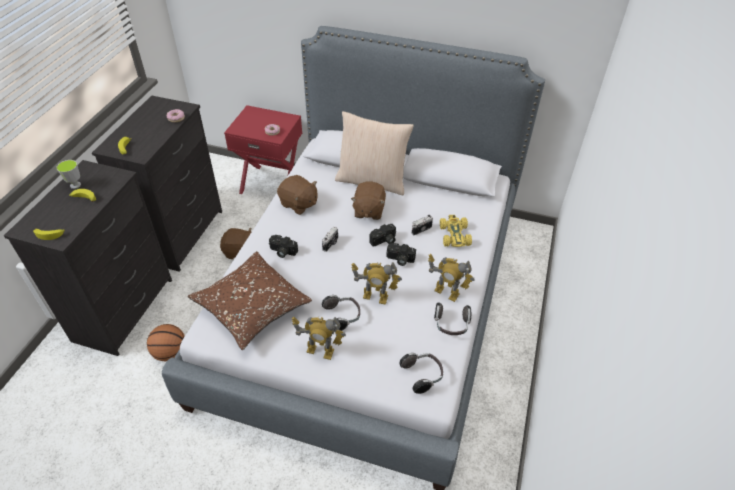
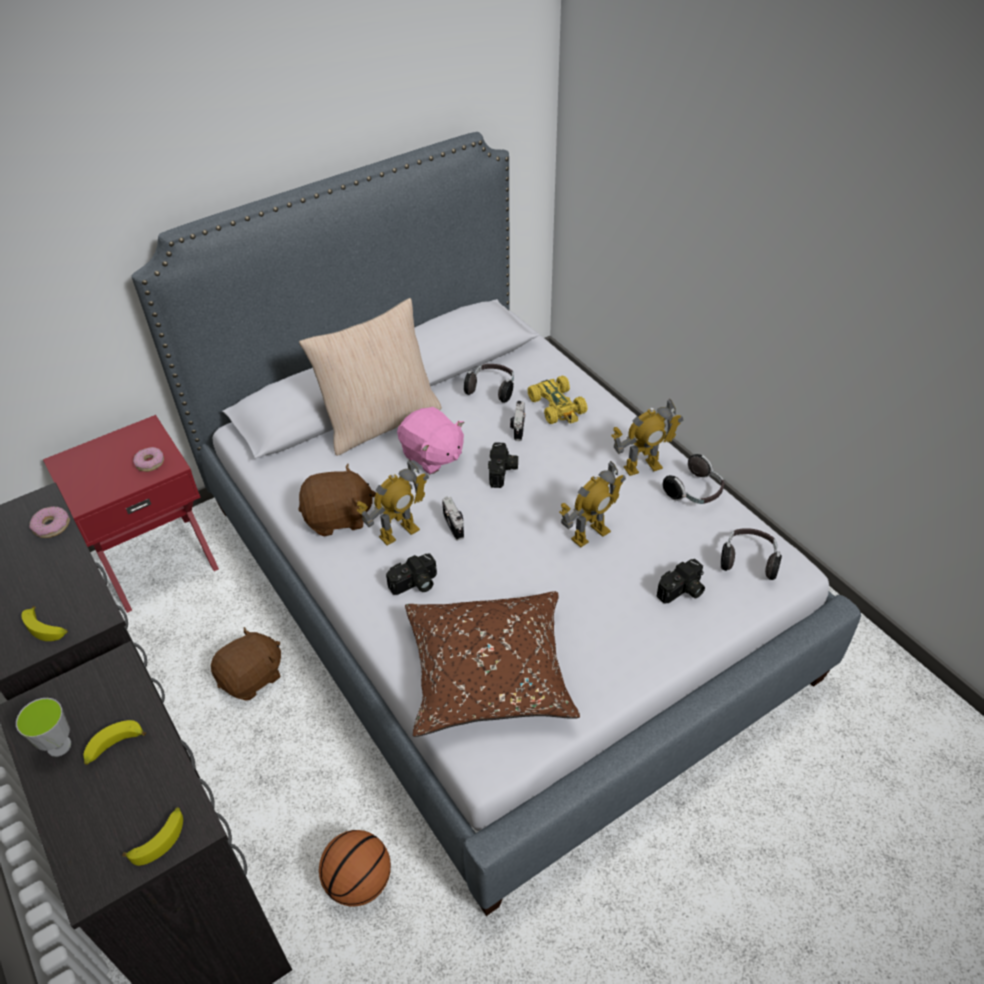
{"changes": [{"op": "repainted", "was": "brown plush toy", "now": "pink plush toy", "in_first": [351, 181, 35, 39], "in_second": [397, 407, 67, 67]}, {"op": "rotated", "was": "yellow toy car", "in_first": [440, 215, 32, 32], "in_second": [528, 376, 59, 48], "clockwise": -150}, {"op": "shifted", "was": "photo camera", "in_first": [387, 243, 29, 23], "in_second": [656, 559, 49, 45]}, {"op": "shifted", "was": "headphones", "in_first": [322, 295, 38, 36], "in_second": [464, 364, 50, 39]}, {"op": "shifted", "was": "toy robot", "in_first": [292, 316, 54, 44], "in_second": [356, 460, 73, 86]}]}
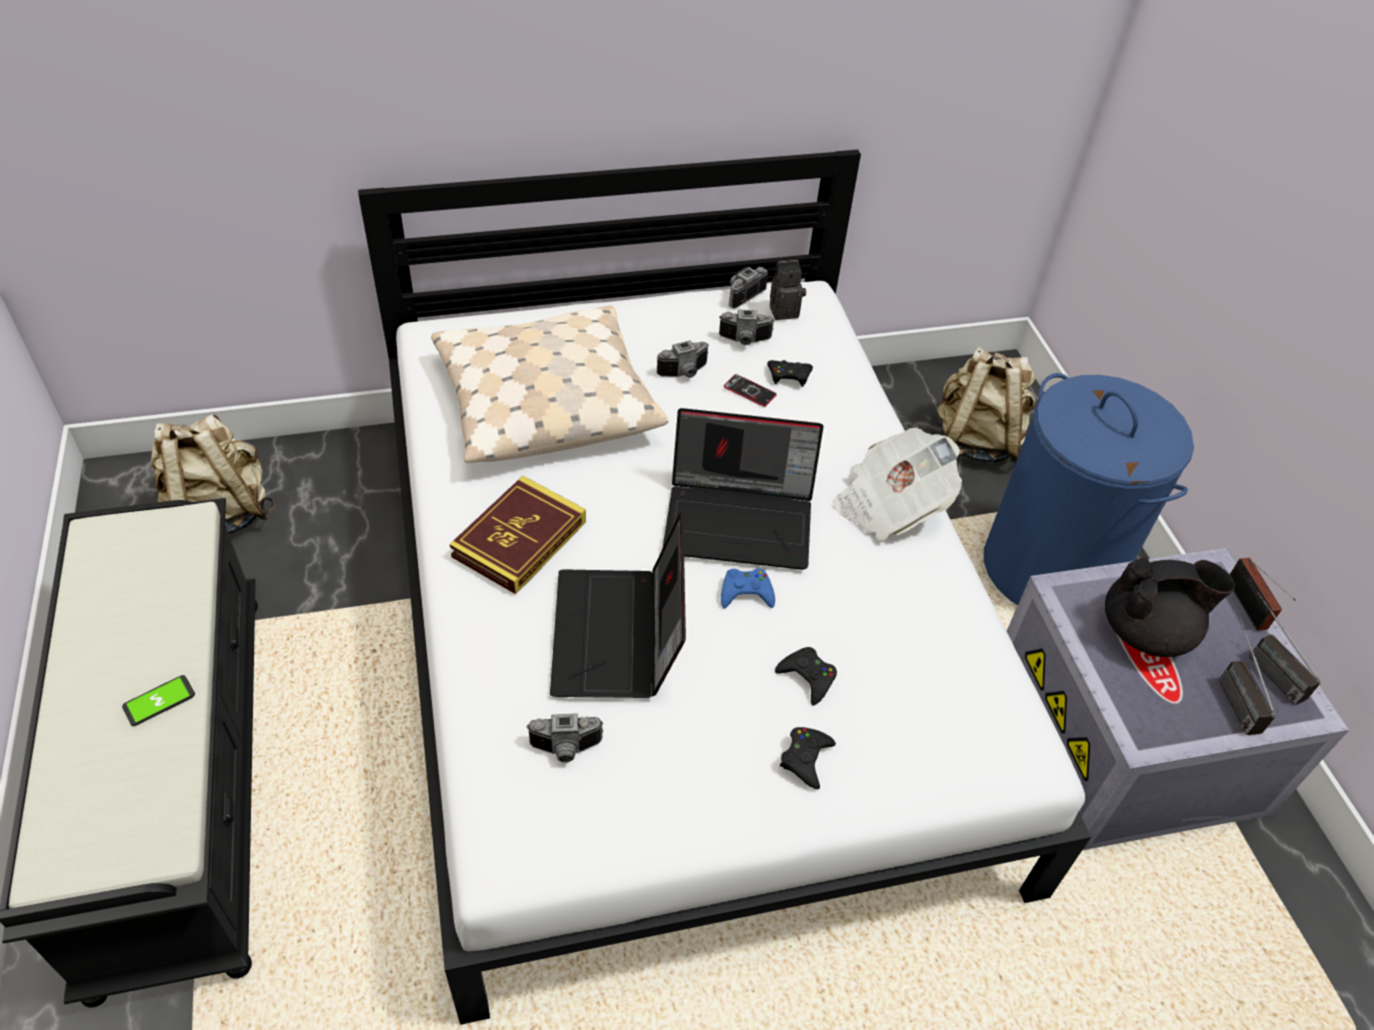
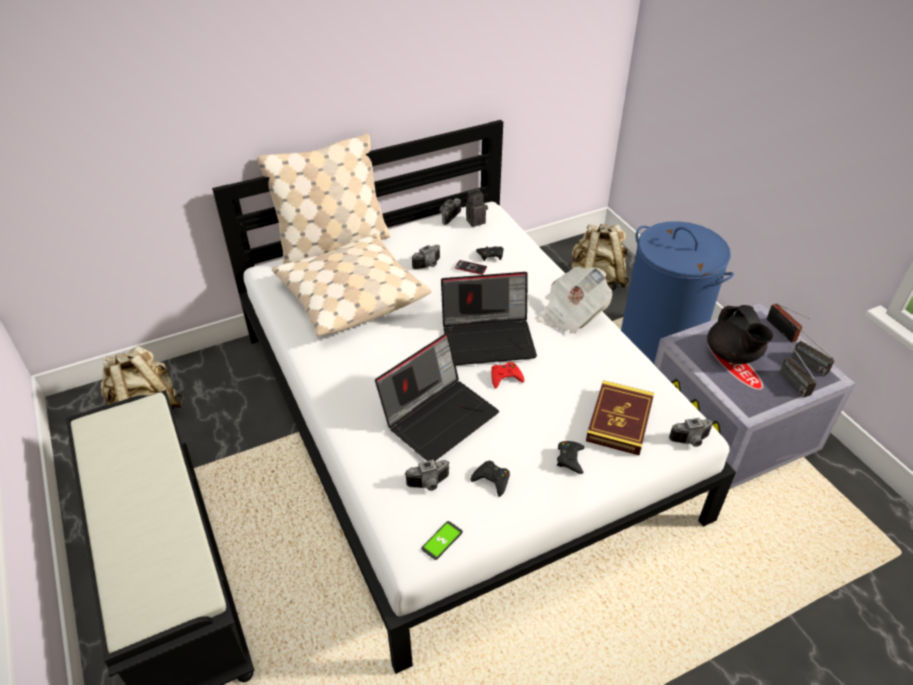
{"changes": [{"op": "shifted", "was": "photo camera", "in_first": [719, 309, 56, 36], "in_second": [669, 418, 44, 29]}, {"op": "shifted", "was": "book", "in_first": [449, 476, 137, 118], "in_second": [586, 380, 68, 75]}, {"op": "rotated", "was": "laptop", "in_first": [550, 512, 136, 186], "in_second": [375, 333, 124, 129], "clockwise": -120}, {"op": "rotated", "was": "black teapot", "in_first": [1105, 557, 130, 100], "in_second": [707, 305, 66, 59], "clockwise": 90}, {"op": "repainted", "was": "blue game controller", "now": "red game controller", "in_first": [721, 569, 54, 40], "in_second": [491, 362, 33, 27]}, {"op": "shifted", "was": "black game controller", "in_first": [775, 647, 62, 59], "in_second": [471, 461, 39, 36]}, {"op": "shifted", "was": "phone", "in_first": [122, 675, 73, 51], "in_second": [421, 521, 42, 39]}, {"op": "new", "now": "beige pillow", "in_second": [257, 133, 133, 131]}]}
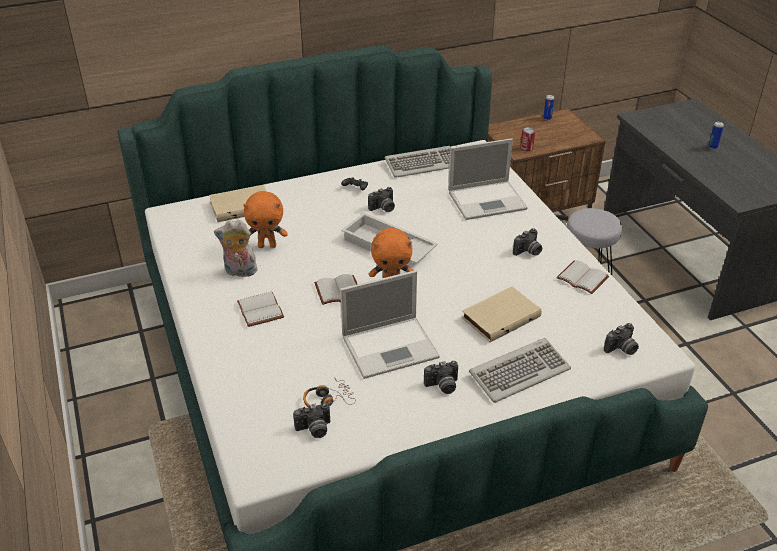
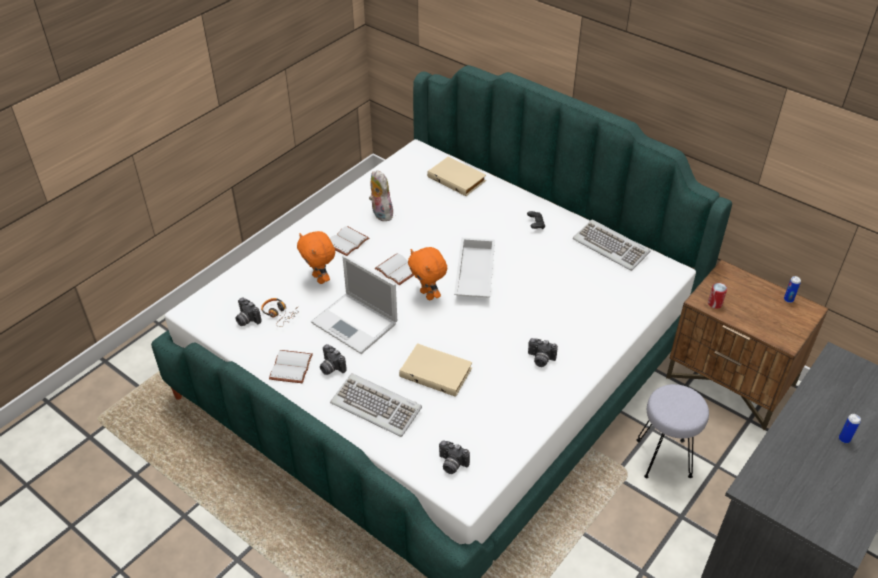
{"changes": [{"op": "gone", "was": "laptop", "in_first": [448, 138, 80, 82]}, {"op": "gone", "was": "photo camera", "in_first": [368, 187, 27, 25]}, {"op": "shifted", "was": "orange plush toy", "in_first": [243, 191, 45, 57], "in_second": [297, 231, 38, 53]}, {"op": "shifted", "was": "white book", "in_first": [556, 260, 53, 34], "in_second": [269, 350, 44, 33]}]}
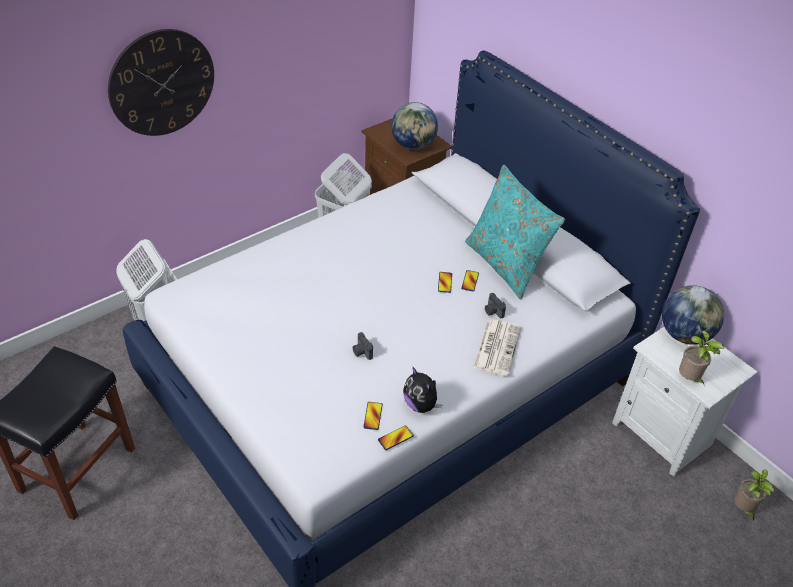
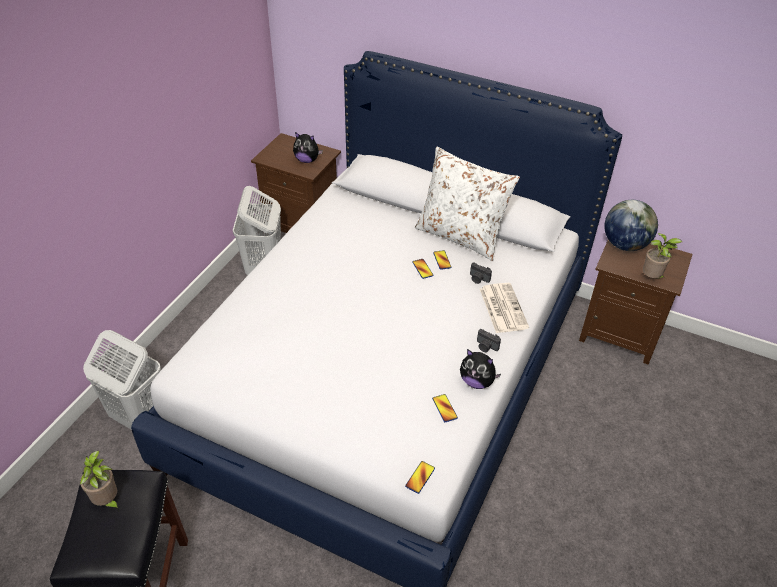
{"changes": [{"op": "gone", "was": "wall clock", "in_first": [108, 29, 106, 107]}, {"op": "swapped", "was": "globe", "now": "plush toy", "in_first": [391, 102, 47, 48], "in_second": [293, 132, 30, 31]}, {"op": "repainted", "was": "turquoise pillow", "now": "white pillow", "in_first": [465, 165, 100, 135], "in_second": [415, 147, 105, 114]}, {"op": "repainted", "was": "white nightstand", "now": "brown nightstand", "in_first": [612, 327, 146, 150], "in_second": [579, 240, 114, 125]}, {"op": "shifted", "was": "photo camera", "in_first": [353, 332, 20, 28], "in_second": [477, 329, 24, 23]}, {"op": "shifted", "was": "phone", "in_first": [378, 425, 36, 25], "in_second": [405, 461, 30, 33]}, {"op": "shifted", "was": "potted plant", "in_first": [734, 470, 40, 51], "in_second": [80, 451, 39, 60]}]}
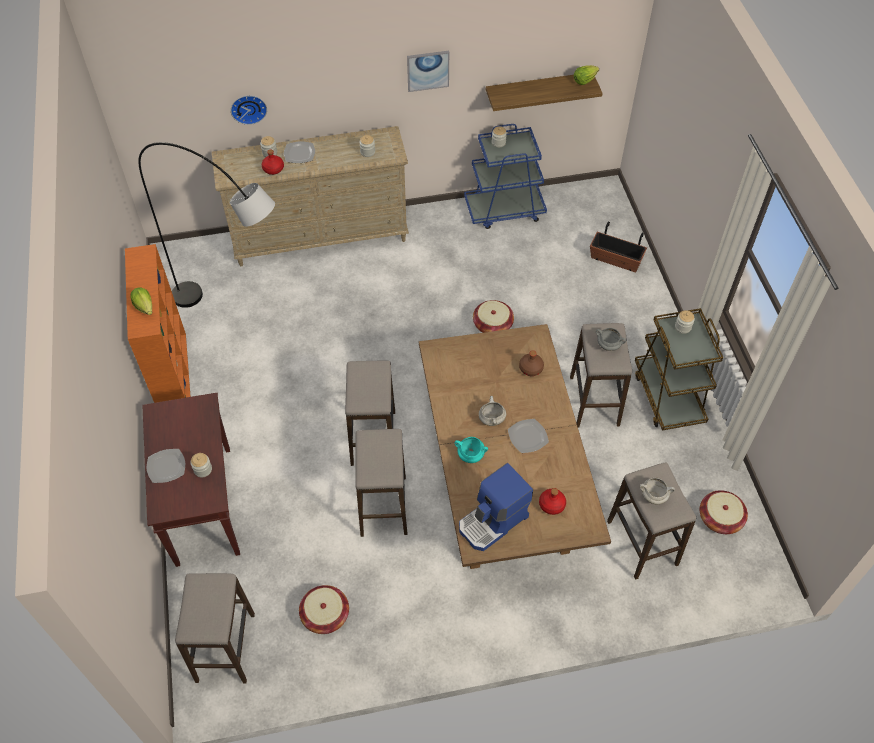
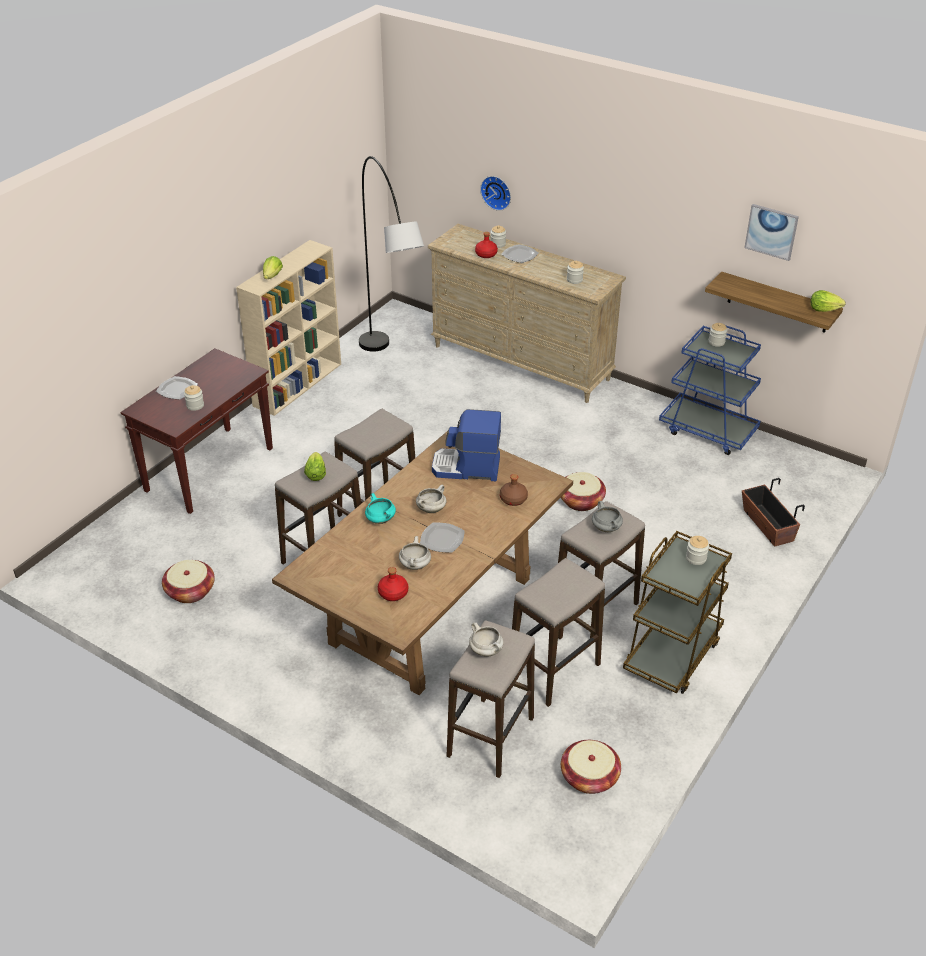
{"changes": [{"op": "shifted", "was": "picture", "in_first": [407, 51, 42, 41], "in_second": [744, 204, 55, 57]}, {"op": "repainted", "was": "orange bookcase", "now": "beige bookcase", "in_first": [125, 244, 65, 159], "in_second": [236, 240, 105, 176]}, {"op": "shifted", "was": "coffee machine", "in_first": [459, 463, 74, 88], "in_second": [432, 409, 69, 72]}, {"op": "shifted", "was": "stool", "in_first": [175, 573, 80, 110], "in_second": [512, 558, 93, 149]}, {"op": "new", "now": "lettuce", "in_second": [304, 452, 22, 29]}, {"op": "new", "now": "white cooking pot", "in_second": [399, 536, 32, 34]}]}
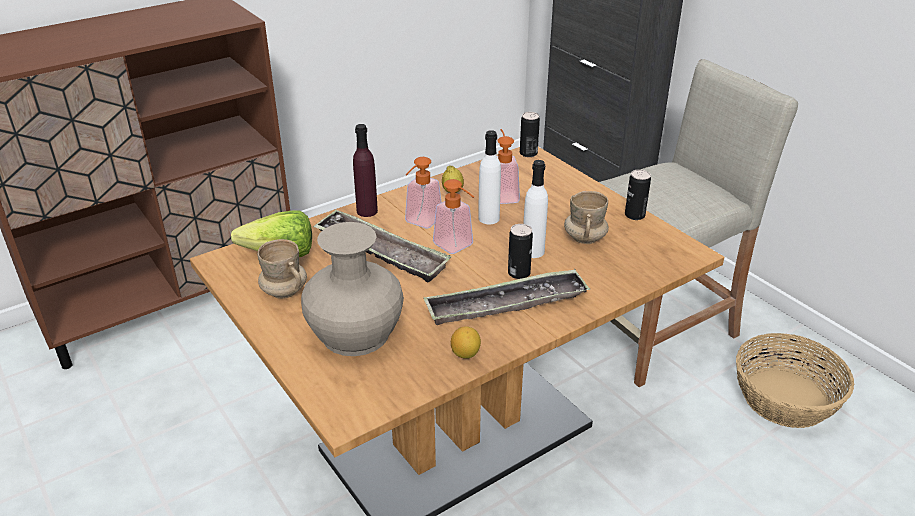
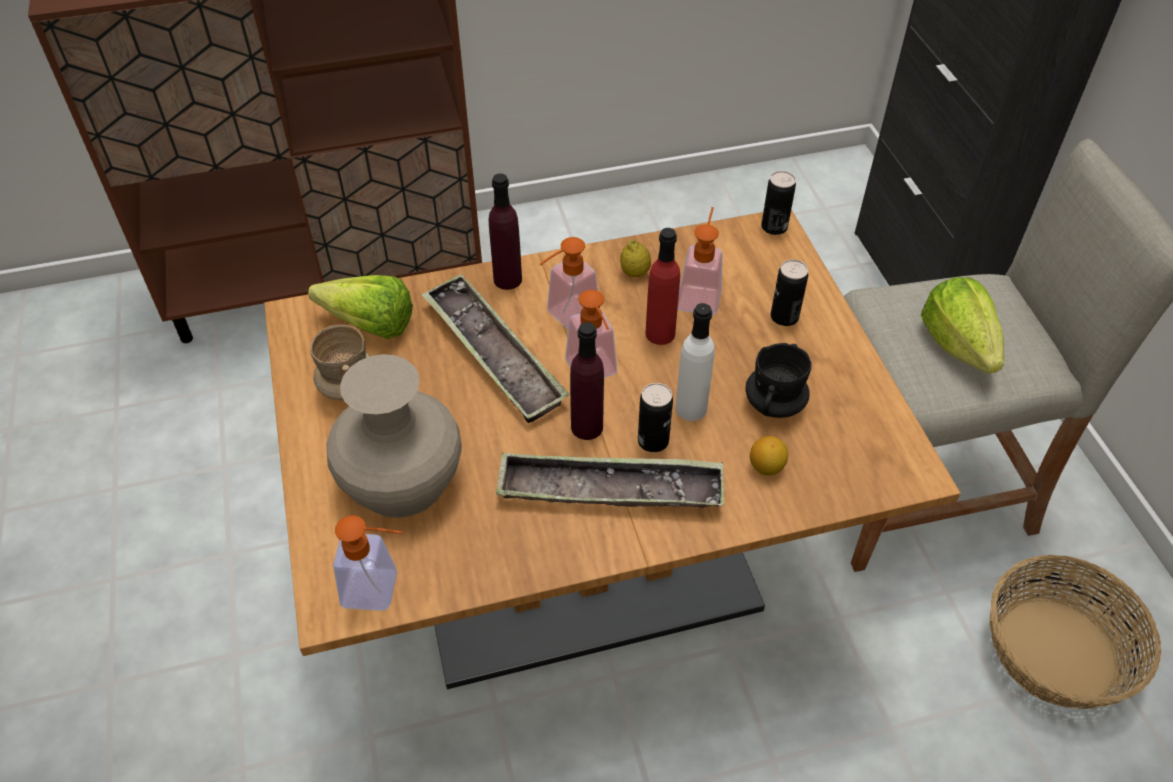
{"changes": [{"op": "repainted", "was": "white bottle", "now": "red bottle", "in_first": [478, 130, 23, 94], "in_second": [645, 228, 35, 117]}, {"op": "shifted", "was": "can", "in_first": [625, 169, 26, 51], "in_second": [770, 260, 38, 66]}, {"op": "repainted", "was": "beige mug", "now": "black mug", "in_first": [564, 191, 45, 53], "in_second": [745, 343, 67, 75]}, {"op": "shifted", "was": "lemon", "in_first": [451, 326, 30, 33], "in_second": [750, 436, 38, 40]}, {"op": "new", "now": "lettuce", "in_second": [921, 277, 83, 96]}, {"op": "new", "now": "purple bottle", "in_second": [570, 322, 34, 118]}, {"op": "new", "now": "soap dispenser", "in_second": [333, 515, 70, 96]}]}
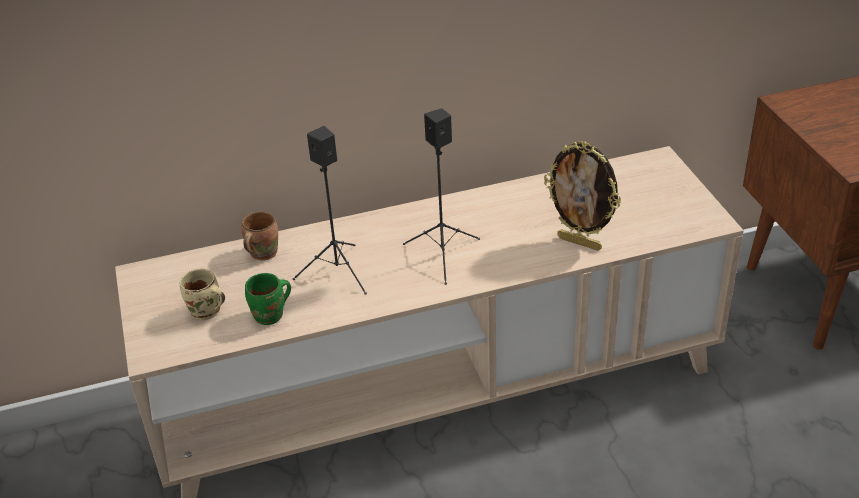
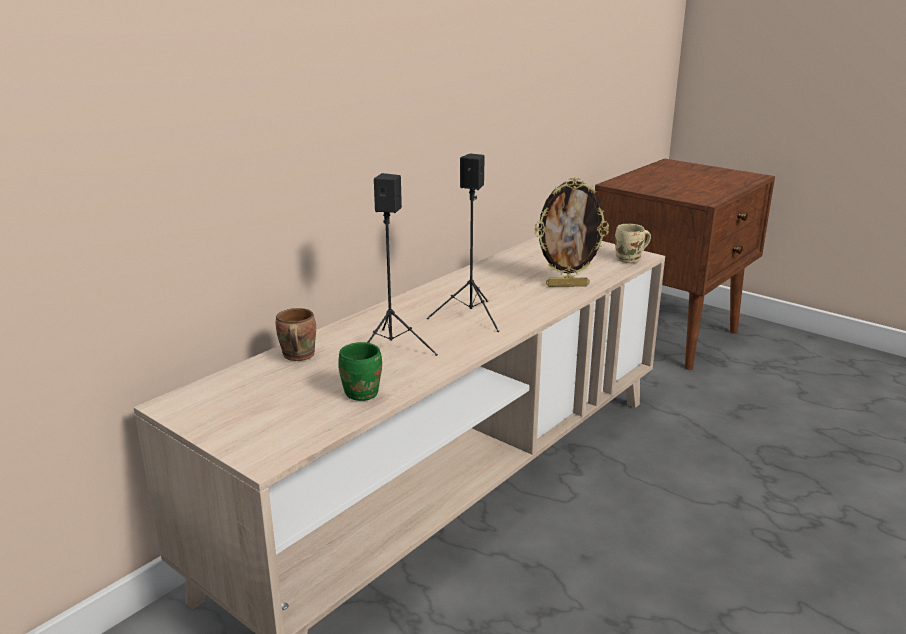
{"changes": [{"op": "shifted", "was": "beige mug", "in_first": [180, 268, 45, 52], "in_second": [615, 224, 36, 39]}]}
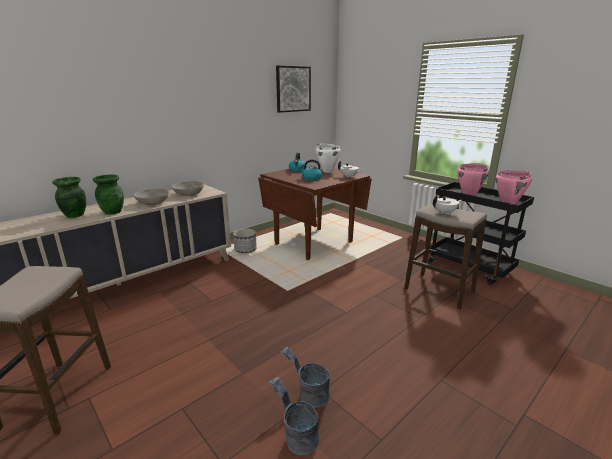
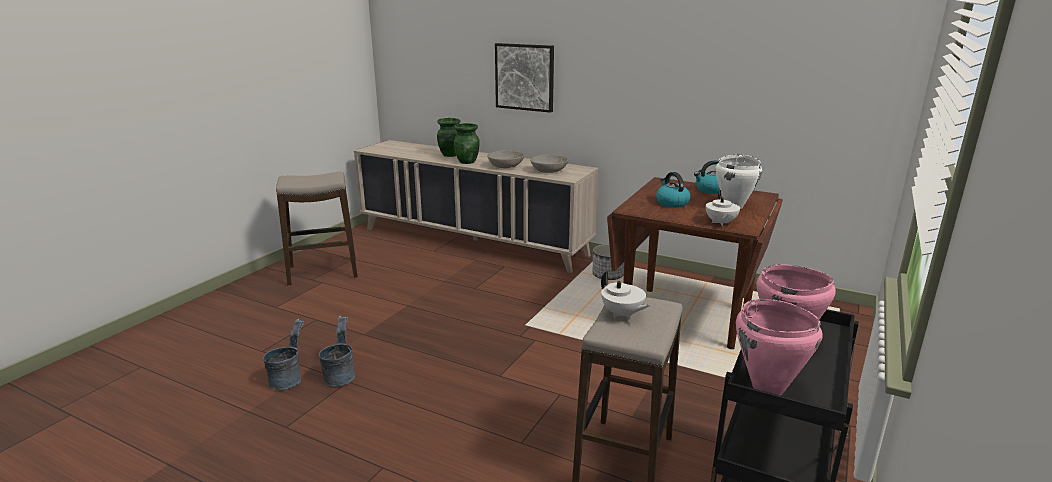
{"changes": [{"op": "shifted", "was": "picture", "in_first": [276, 66, 35, 47], "in_second": [495, 43, 59, 70]}]}
